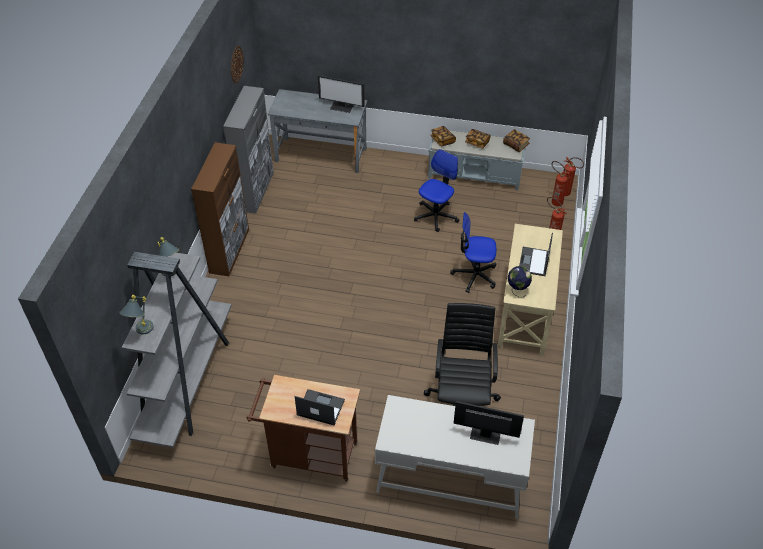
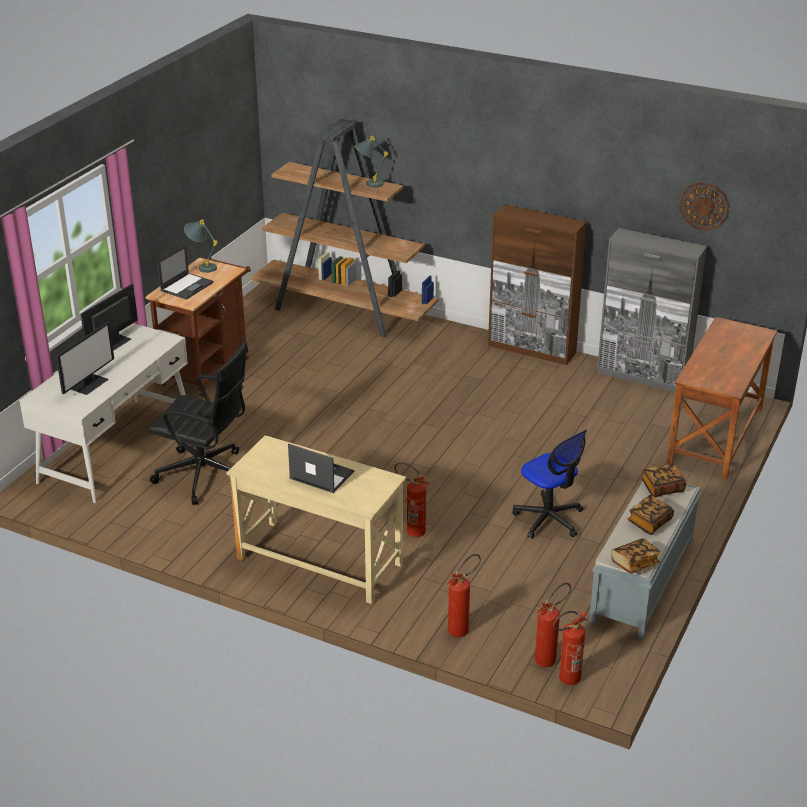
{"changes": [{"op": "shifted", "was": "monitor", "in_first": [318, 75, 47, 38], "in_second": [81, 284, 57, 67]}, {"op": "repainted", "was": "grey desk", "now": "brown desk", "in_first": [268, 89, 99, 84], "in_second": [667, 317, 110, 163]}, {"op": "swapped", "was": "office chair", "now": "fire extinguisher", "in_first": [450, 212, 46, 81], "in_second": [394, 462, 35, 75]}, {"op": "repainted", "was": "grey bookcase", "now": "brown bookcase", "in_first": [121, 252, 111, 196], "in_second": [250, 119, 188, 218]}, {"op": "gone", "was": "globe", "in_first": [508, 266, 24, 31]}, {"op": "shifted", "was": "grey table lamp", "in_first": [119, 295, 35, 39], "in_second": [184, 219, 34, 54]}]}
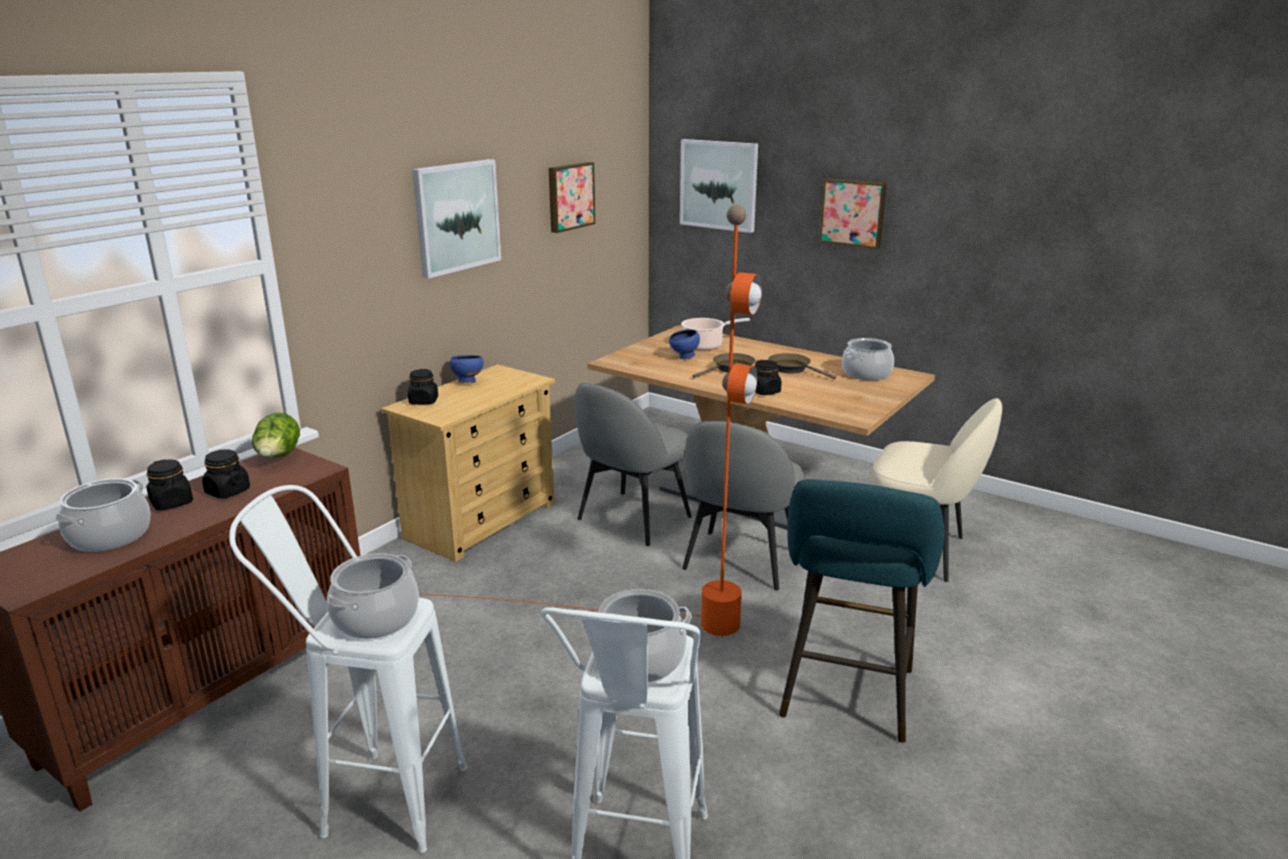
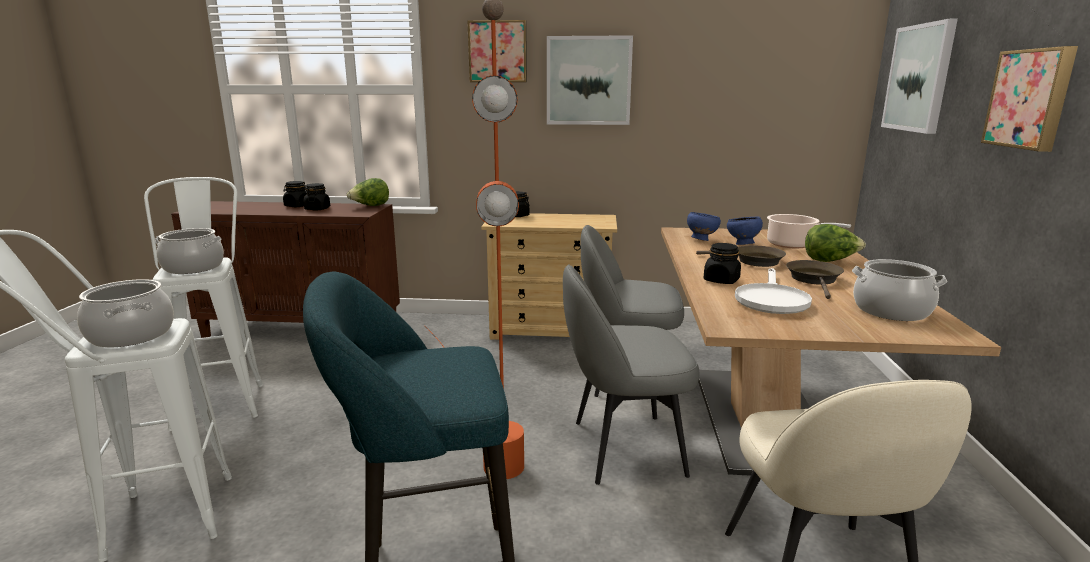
{"changes": [{"op": "shifted", "was": "picture", "in_first": [549, 162, 46, 71], "in_second": [467, 20, 60, 62]}, {"op": "shifted", "was": "blue bowl", "in_first": [449, 355, 35, 28], "in_second": [687, 212, 34, 29]}, {"op": "gone", "was": "cooking pot", "in_first": [55, 478, 96, 74]}, {"op": "new", "now": "lettuce", "in_second": [805, 224, 61, 38]}, {"op": "new", "now": "white frying pan", "in_second": [735, 268, 77, 46]}]}
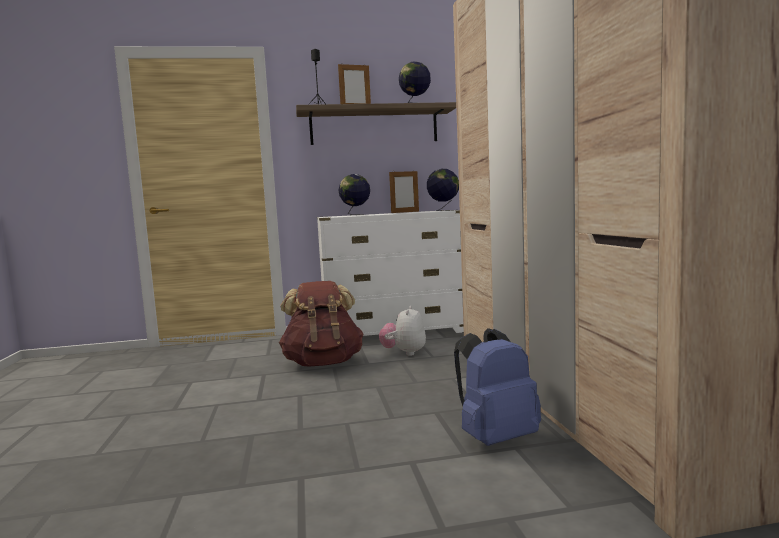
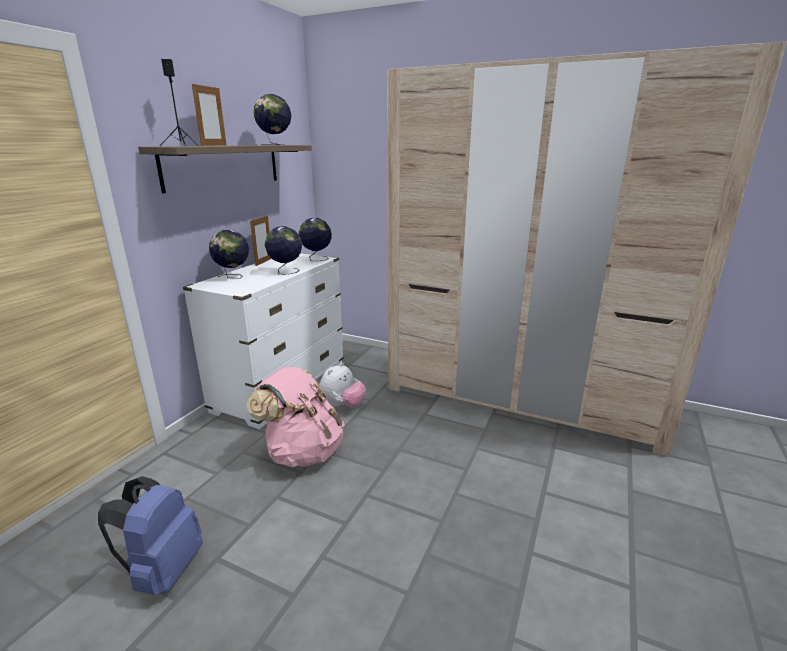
{"changes": [{"op": "repainted", "was": "brown backpack", "now": "pink backpack", "in_first": [279, 281, 85, 85], "in_second": [246, 366, 99, 102]}, {"op": "rotated", "was": "plush toy", "in_first": [379, 306, 47, 50], "in_second": [319, 362, 47, 47], "clockwise": -105}, {"op": "shifted", "was": "blue backpack", "in_first": [454, 328, 87, 118], "in_second": [98, 476, 105, 119]}, {"op": "new", "now": "globe", "in_second": [265, 226, 37, 48]}]}
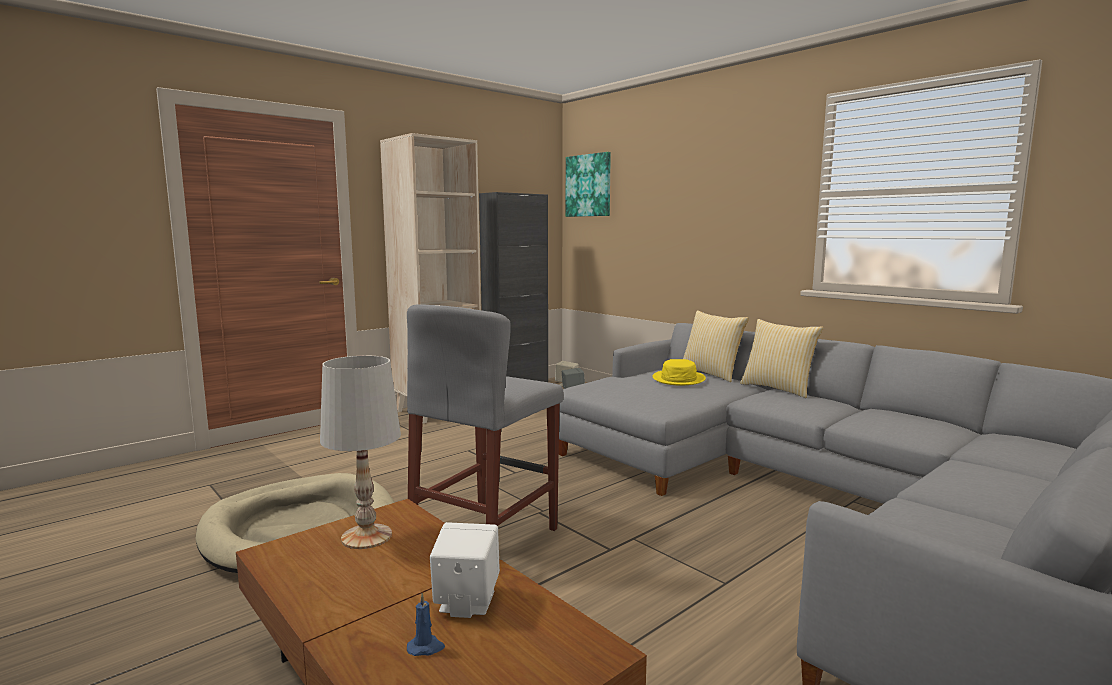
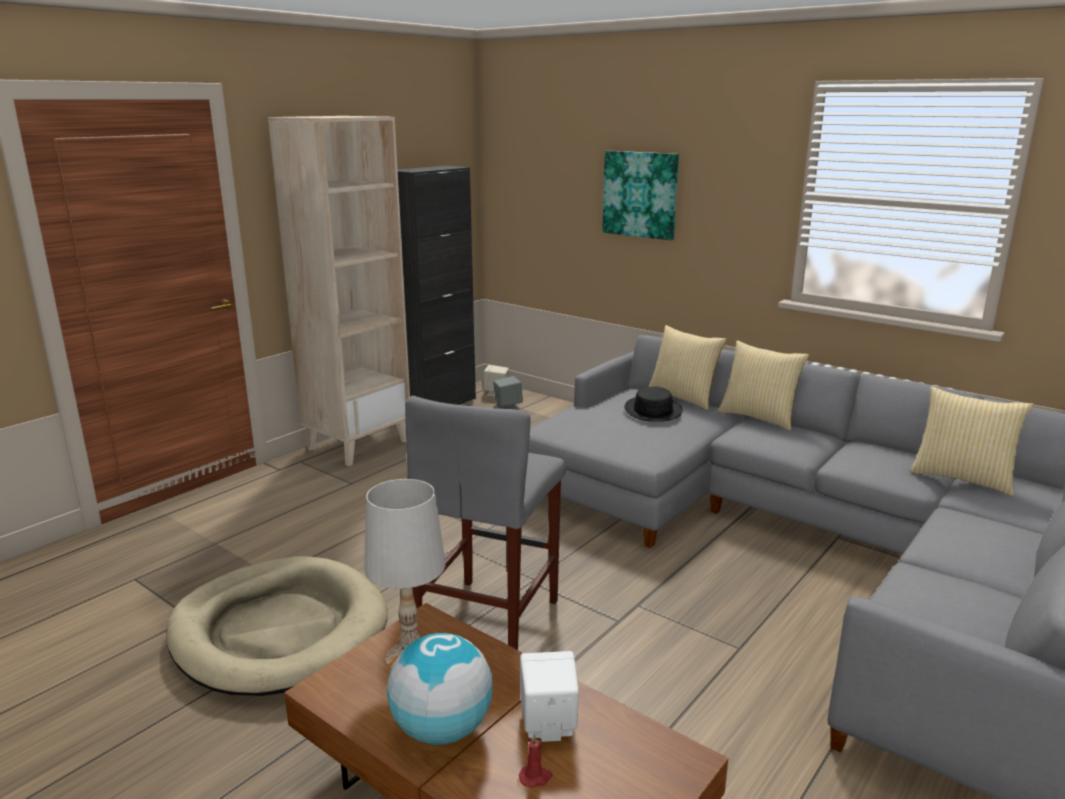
{"changes": [{"op": "shifted", "was": "picture", "in_first": [566, 152, 45, 65], "in_second": [602, 151, 77, 89]}, {"op": "repainted", "was": "yellow hat", "now": "black hat", "in_first": [653, 359, 53, 26], "in_second": [624, 387, 59, 35]}, {"op": "repainted", "was": "blue candle", "now": "red candle", "in_first": [407, 593, 38, 63], "in_second": [519, 734, 33, 54]}, {"op": "new", "now": "pillow", "in_second": [910, 387, 124, 109]}, {"op": "new", "now": "globe", "in_second": [387, 633, 106, 112]}]}
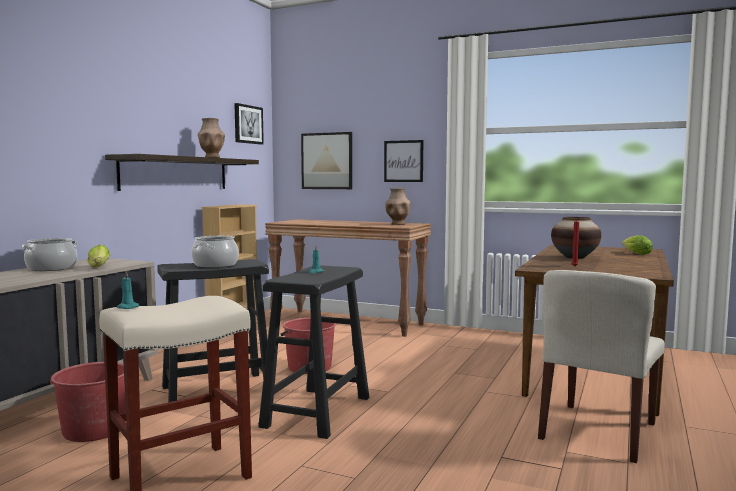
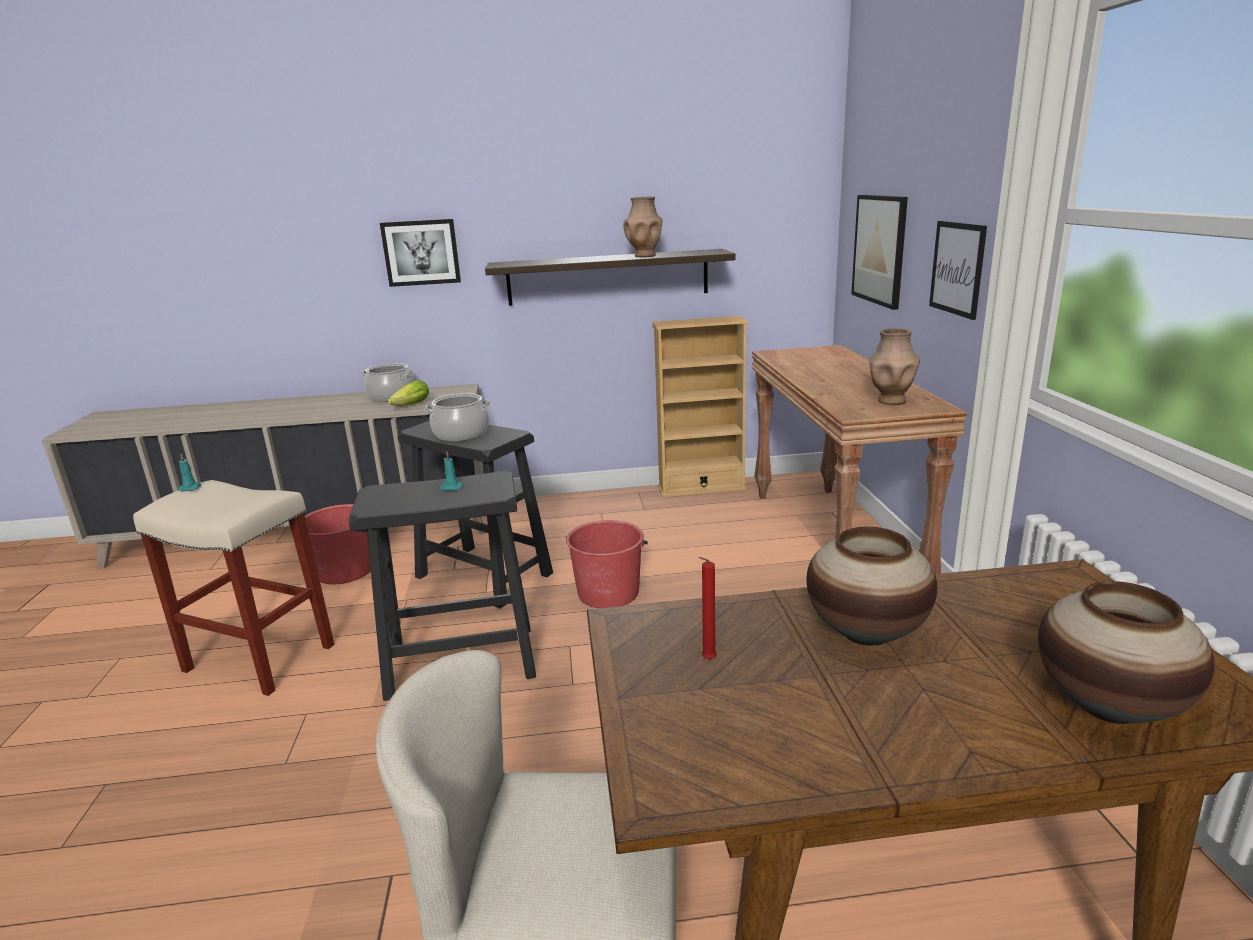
{"changes": [{"op": "shifted", "was": "picture", "in_first": [234, 103, 30, 41], "in_second": [380, 219, 81, 68]}, {"op": "swapped", "was": "lettuce", "now": "vase", "in_first": [622, 235, 31, 20], "in_second": [1038, 581, 176, 143]}]}
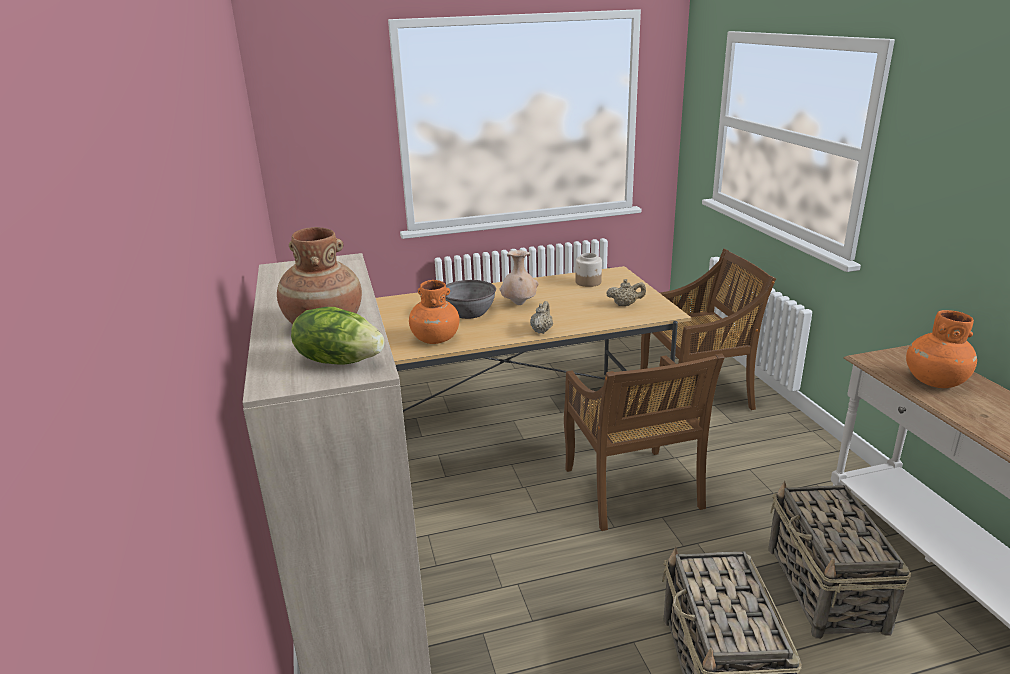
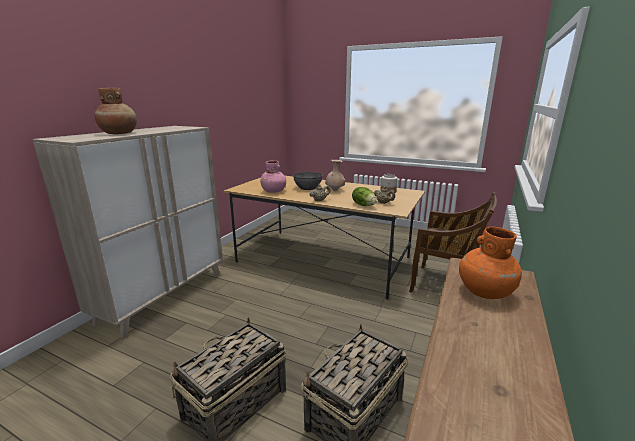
{"changes": [{"op": "repainted", "was": "orange vase", "now": "pink vase", "in_first": [409, 280, 51, 64], "in_second": [260, 160, 26, 33]}, {"op": "shifted", "was": "lettuce", "in_first": [291, 307, 93, 57], "in_second": [352, 187, 25, 19]}, {"op": "gone", "was": "brown chair", "in_first": [564, 354, 161, 177]}]}
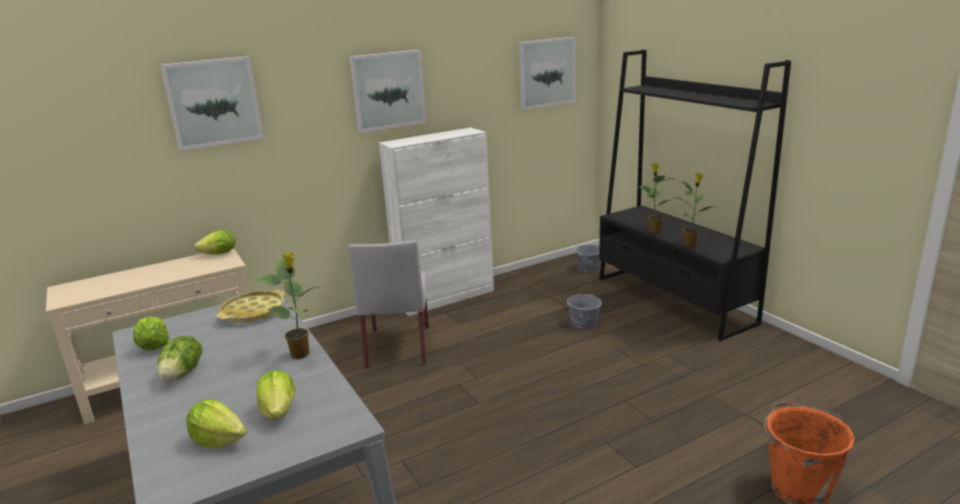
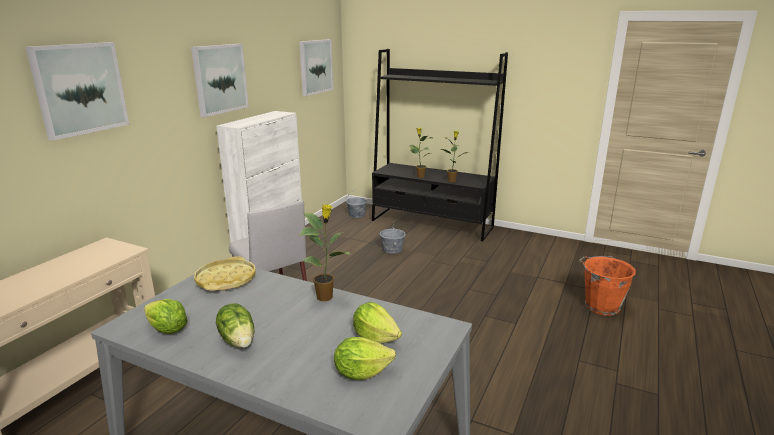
{"changes": [{"op": "gone", "was": "lettuce", "in_first": [194, 230, 41, 25]}]}
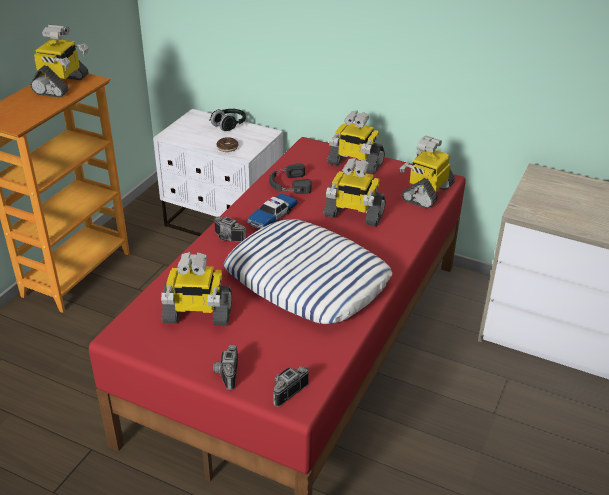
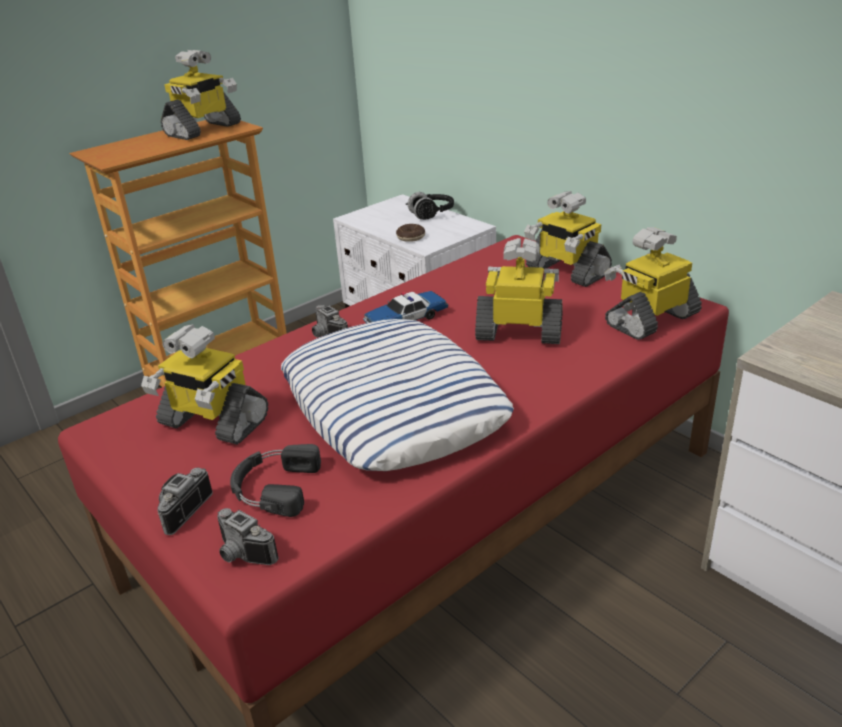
{"changes": [{"op": "rotated", "was": "toy robot", "in_first": [324, 158, 62, 68], "in_second": [475, 238, 88, 106], "clockwise": 150}, {"op": "shifted", "was": "black headphones", "in_first": [269, 163, 43, 31], "in_second": [230, 444, 91, 73]}, {"op": "rotated", "was": "photo camera", "in_first": [273, 367, 36, 40], "in_second": [217, 508, 62, 57], "clockwise": -120}]}
